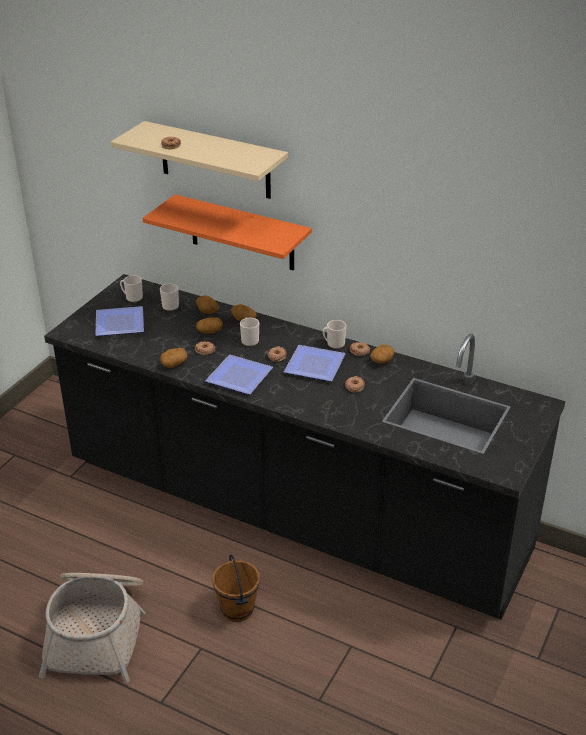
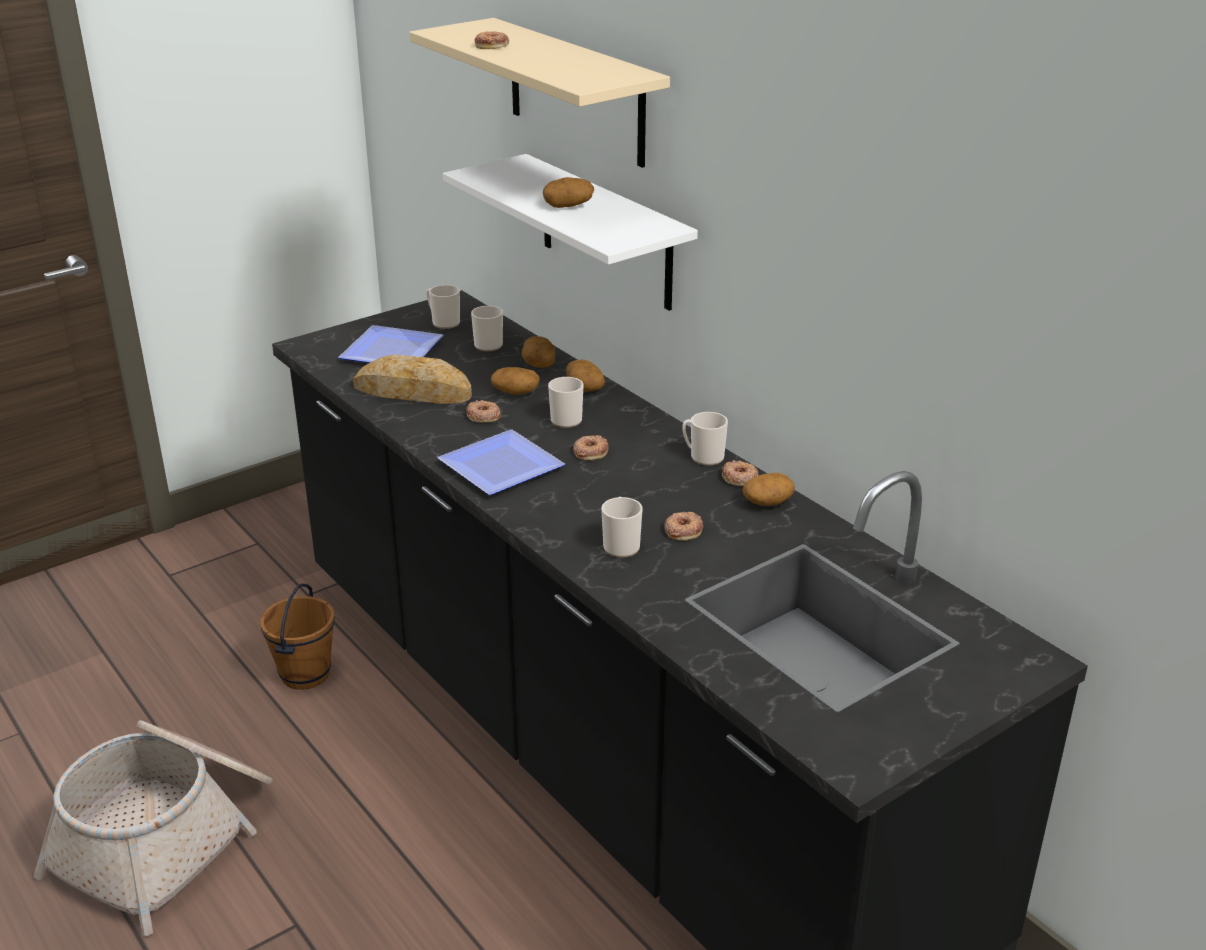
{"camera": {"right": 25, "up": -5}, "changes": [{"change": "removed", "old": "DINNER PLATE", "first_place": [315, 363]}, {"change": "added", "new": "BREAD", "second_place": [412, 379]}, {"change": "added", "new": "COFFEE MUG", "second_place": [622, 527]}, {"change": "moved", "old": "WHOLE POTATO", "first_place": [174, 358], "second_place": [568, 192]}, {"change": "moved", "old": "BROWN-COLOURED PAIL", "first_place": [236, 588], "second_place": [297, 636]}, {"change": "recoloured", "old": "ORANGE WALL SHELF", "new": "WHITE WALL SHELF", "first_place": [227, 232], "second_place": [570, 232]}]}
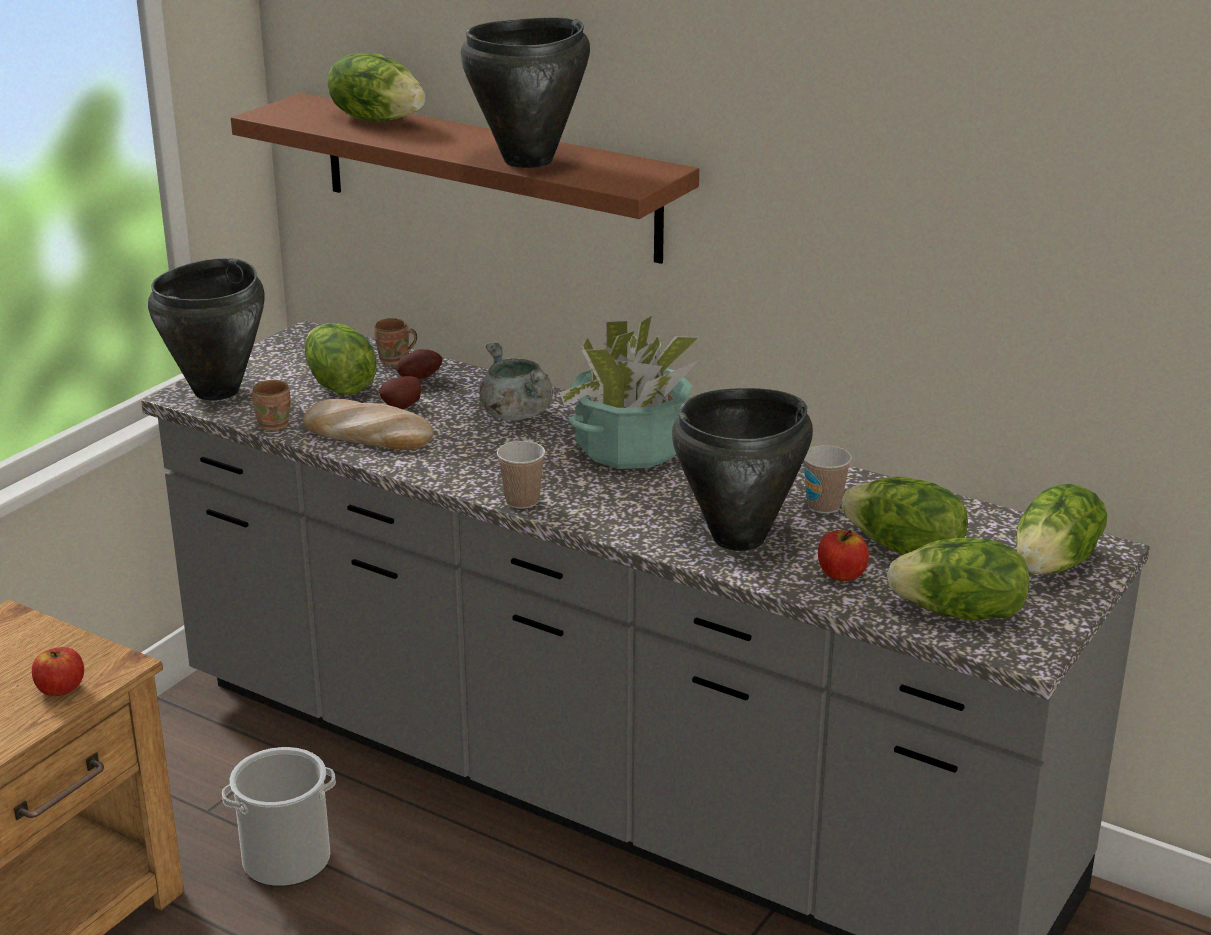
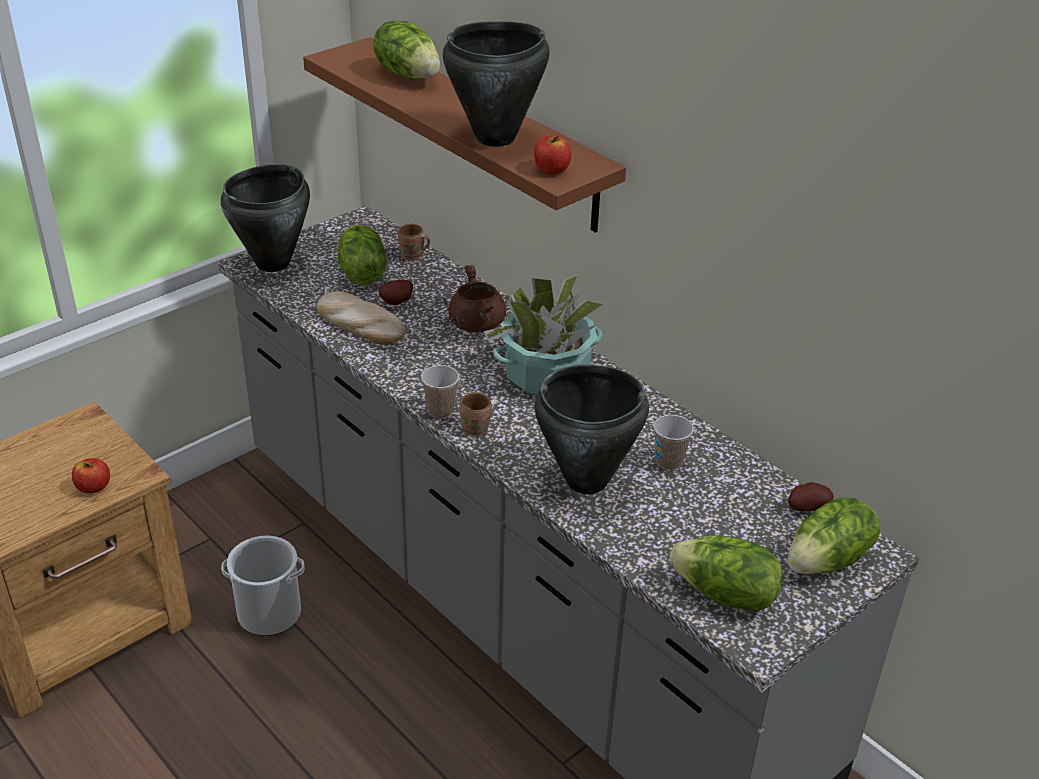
{"camera": {"right": 15, "up": 10}, "changes": [{"change": "removed", "old": "HEAD OF LETTUCE", "first_place": [905, 516]}, {"change": "moved", "old": "BROWN-COLOURED COFFEE MUG", "first_place": [271, 405], "second_place": [475, 414]}, {"change": "moved", "old": "WHOLE POTATO", "first_place": [419, 364], "second_place": [811, 496]}, {"change": "moved", "old": "APPLE", "first_place": [843, 555], "second_place": [552, 155]}, {"change": "recoloured", "old": "GRAY STOCKPOT", "new": "BROWN-COLOURED STOCKPOT", "first_place": [516, 381], "second_place": [477, 298]}]}
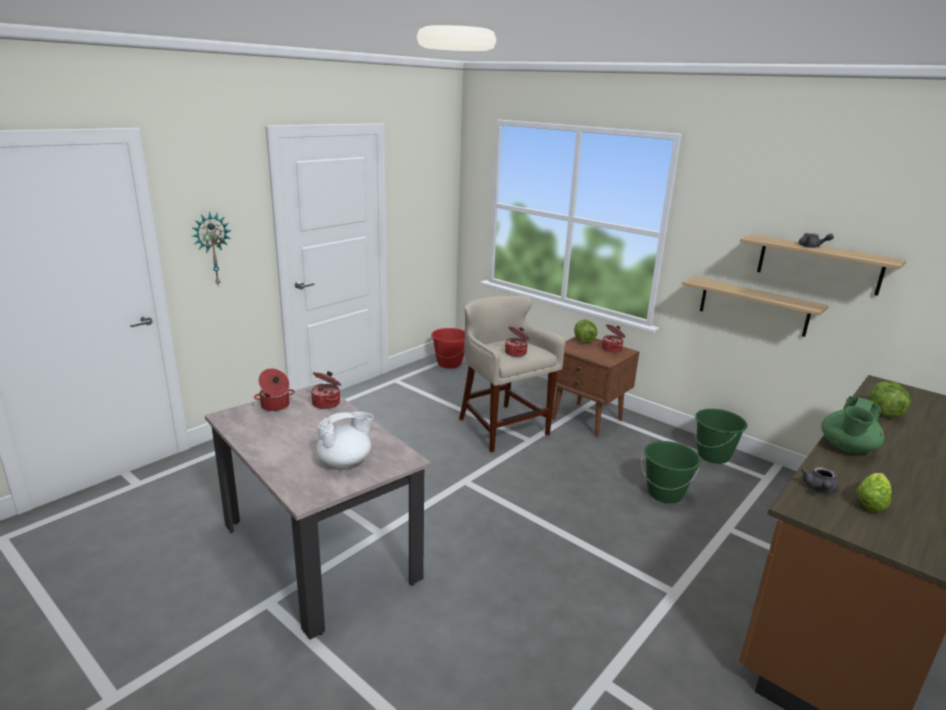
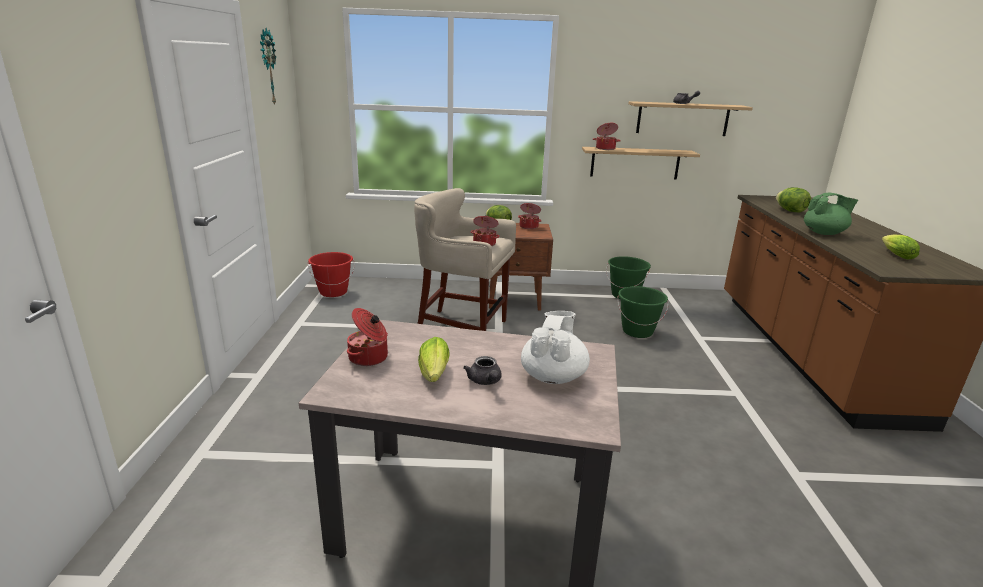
{"camera": {"right": -40, "up": 0}, "changes": [{"change": "added", "new": "HEAD OF LETTUCE", "second_place": [433, 359]}, {"change": "moved", "old": "CLOCK ON THE WALL", "first_place": [212, 249], "second_place": [268, 67]}, {"change": "moved", "old": "STOCKPOT", "first_place": [326, 390], "second_place": [607, 136]}, {"change": "moved", "old": "GRAY TEAPOT", "first_place": [820, 480], "second_place": [482, 370]}, {"change": "turned", "old": "GREEN-COLOURED TEAPOT", "first_place": [852, 424], "second_place": [831, 214], "degrees": -90}]}
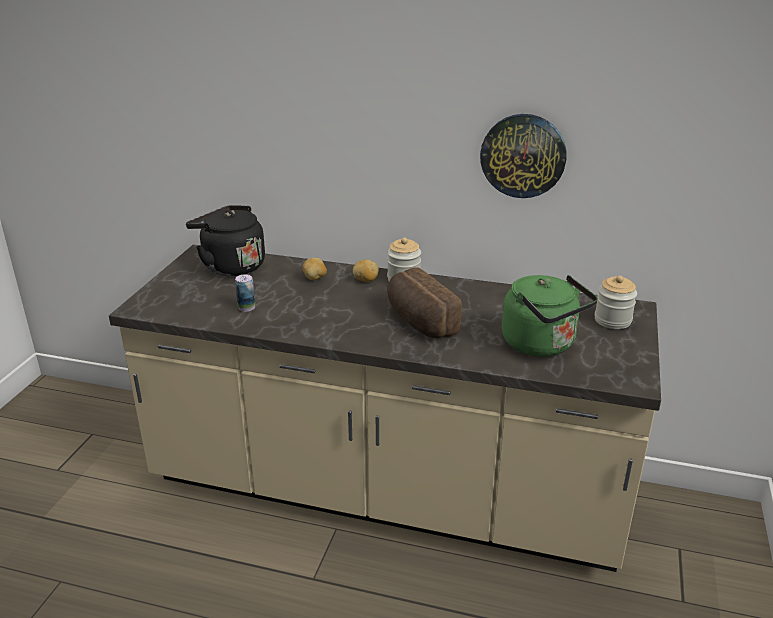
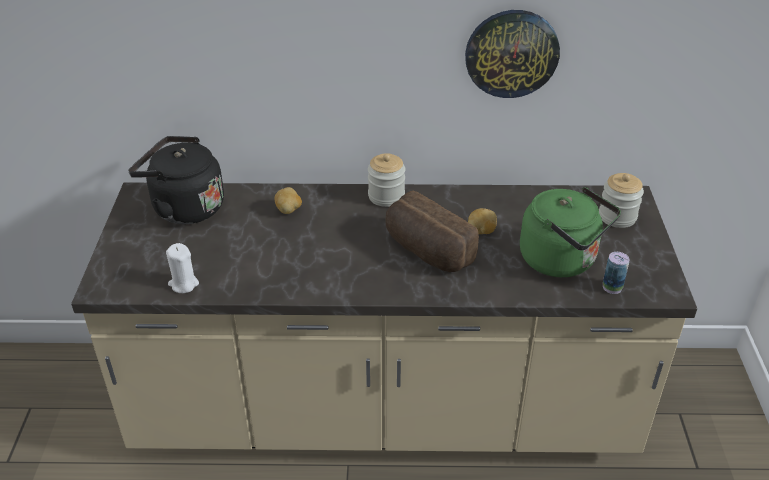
{"camera": {"right": -15, "up": 10}, "changes": [{"change": "added", "new": "WHITE WAX CANDLE", "second_place": [182, 268]}, {"change": "moved", "old": "CAN", "first_place": [245, 293], "second_place": [616, 273]}, {"change": "moved", "old": "WHOLE POTATO", "first_place": [366, 271], "second_place": [482, 221]}]}
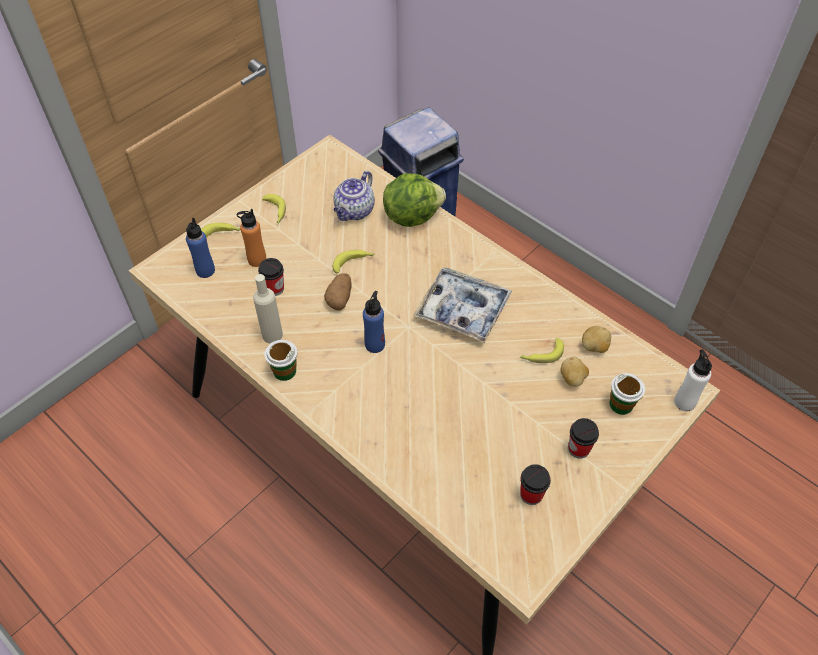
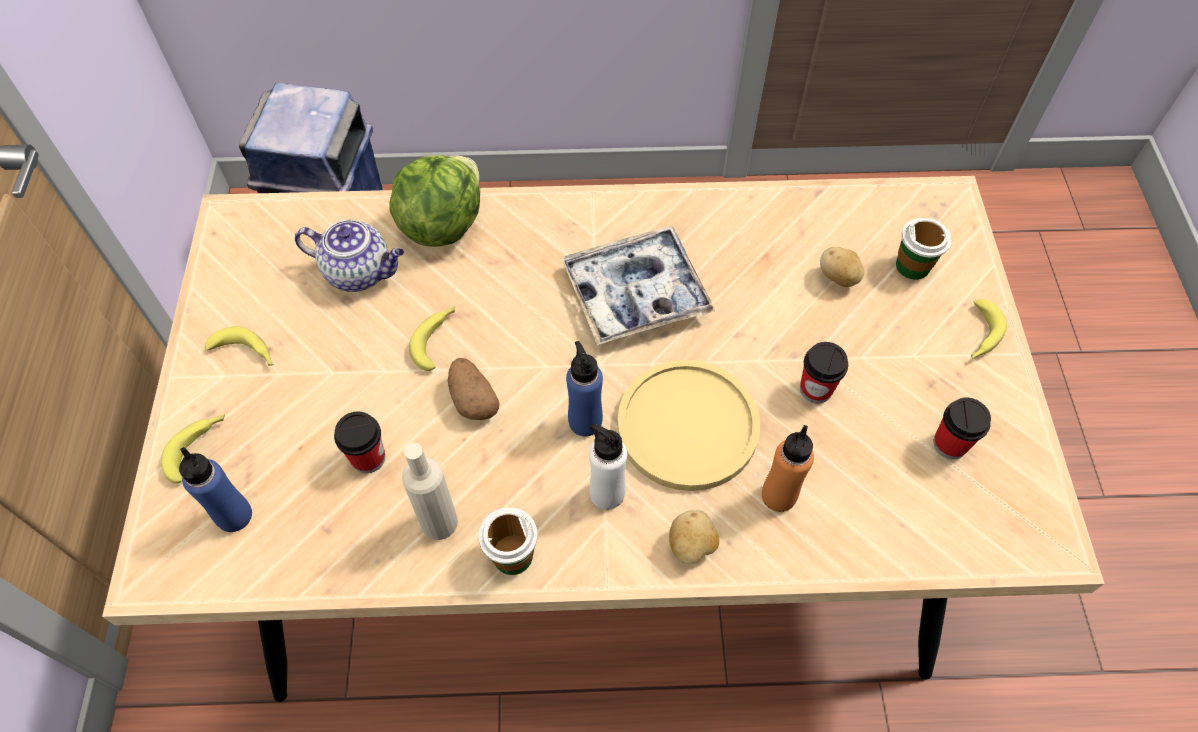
{"camera": {"right": -45, "up": 5}, "changes": [{"change": "added", "new": "YELLOWISH DINNER PLATE", "second_place": [688, 425]}, {"change": "moved", "old": "ORANGE DRINK BOTTLE", "first_place": [251, 238], "second_place": [788, 468]}, {"change": "moved", "old": "BANANA", "first_place": [542, 350], "second_place": [989, 329]}, {"change": "moved", "old": "DRINKING CUP", "first_place": [583, 438], "second_place": [824, 372]}, {"change": "moved", "old": "WHOLE POTATO", "first_place": [596, 339], "second_place": [694, 537]}, {"change": "moved", "old": "WHITE DRINK BOTTLE", "first_place": [693, 380], "second_place": [608, 467]}, {"change": "turned", "old": "TEAPOT", "first_place": [354, 196], "second_place": [349, 256], "degrees": -60}]}
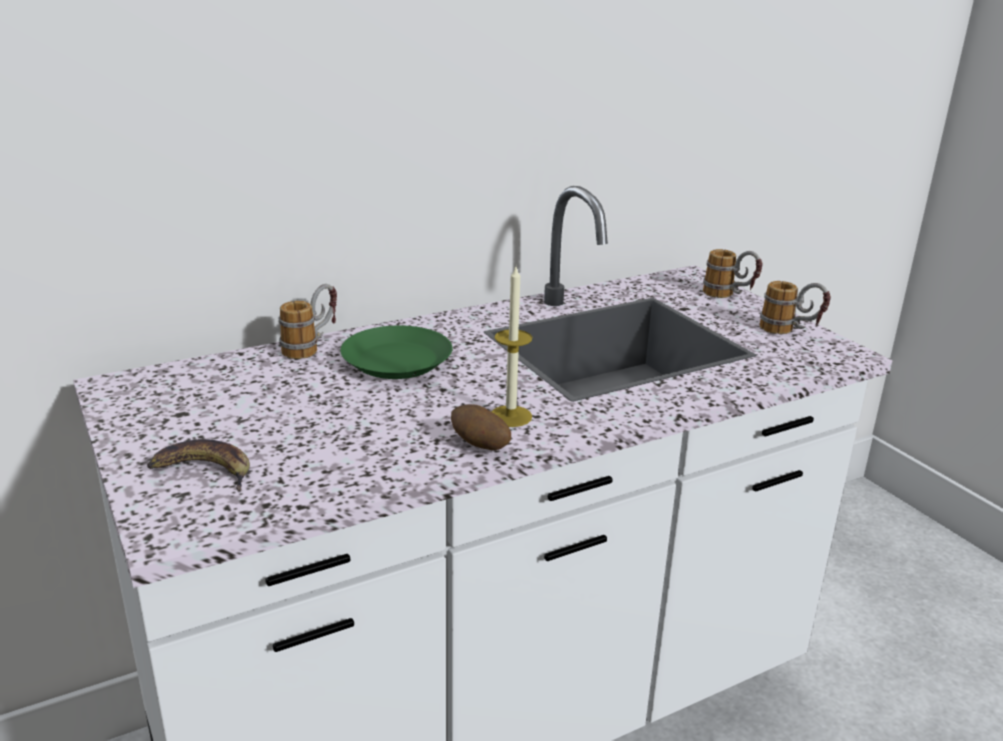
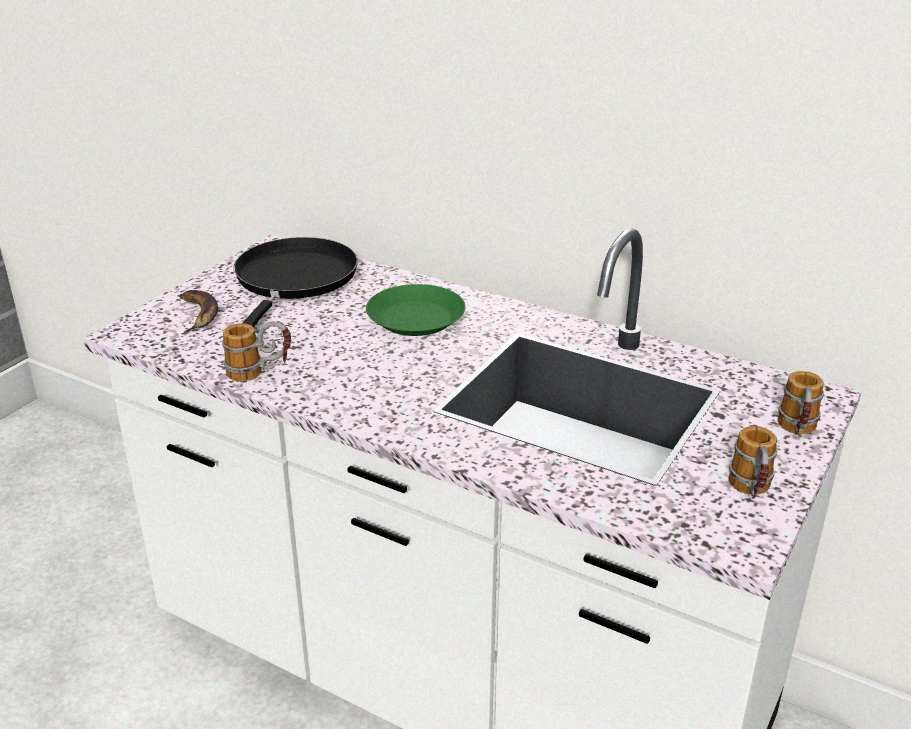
{"camera": {"right": 60, "up": 5}, "changes": [{"change": "removed", "old": "WHOLE POTATO", "first_place": [481, 427]}, {"change": "removed", "old": "WAX CANDLE", "first_place": [511, 347]}, {"change": "added", "new": "BLACK PAN", "second_place": [296, 282]}, {"change": "moved", "old": "COFFEE MUG", "first_place": [308, 321], "second_place": [256, 352]}]}
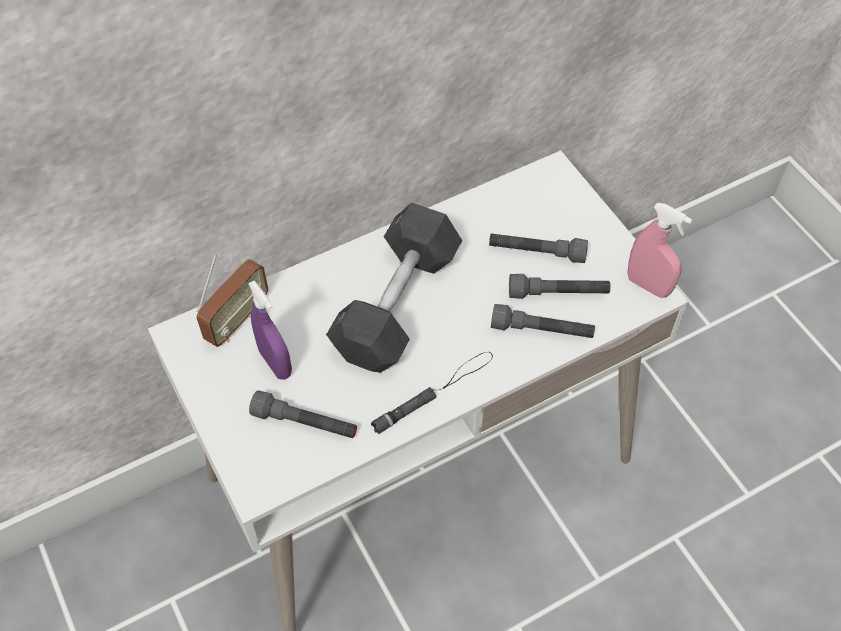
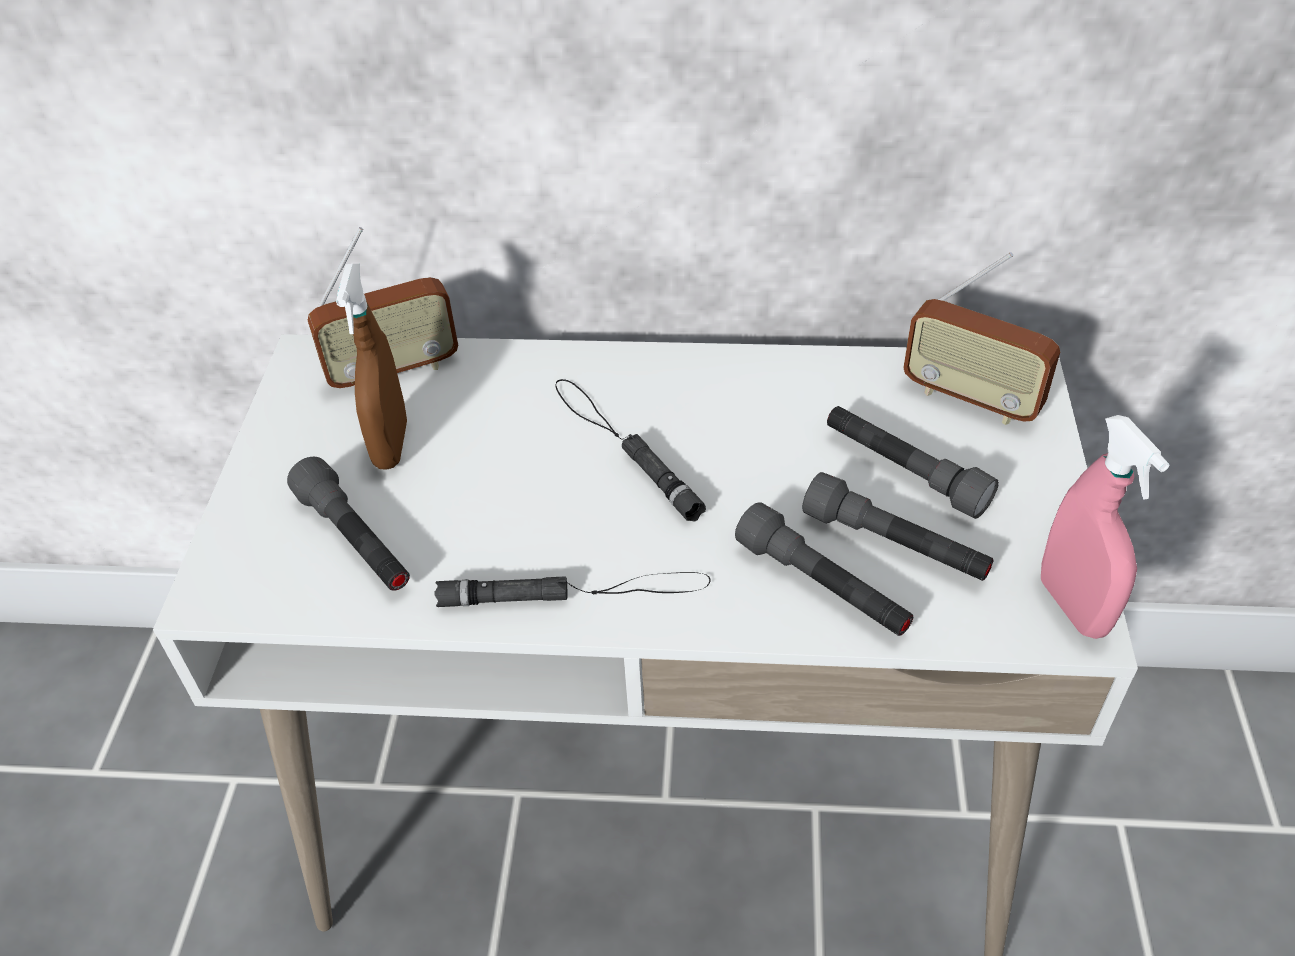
{"camera": {"right": 35, "up": -10}, "changes": [{"change": "added", "new": "RADIO SET", "second_place": [981, 338]}, {"change": "replaced", "old": "GRAY DUMBBELL", "new": "BLACK TORCH", "first_place": [394, 287], "second_place": [631, 450]}, {"change": "recoloured", "old": "PURPLE-COLOURED SPRAY BOTTLE", "new": "BROWN-COLOURED SPRAY BOTTLE", "first_place": [270, 330], "second_place": [371, 367]}]}
